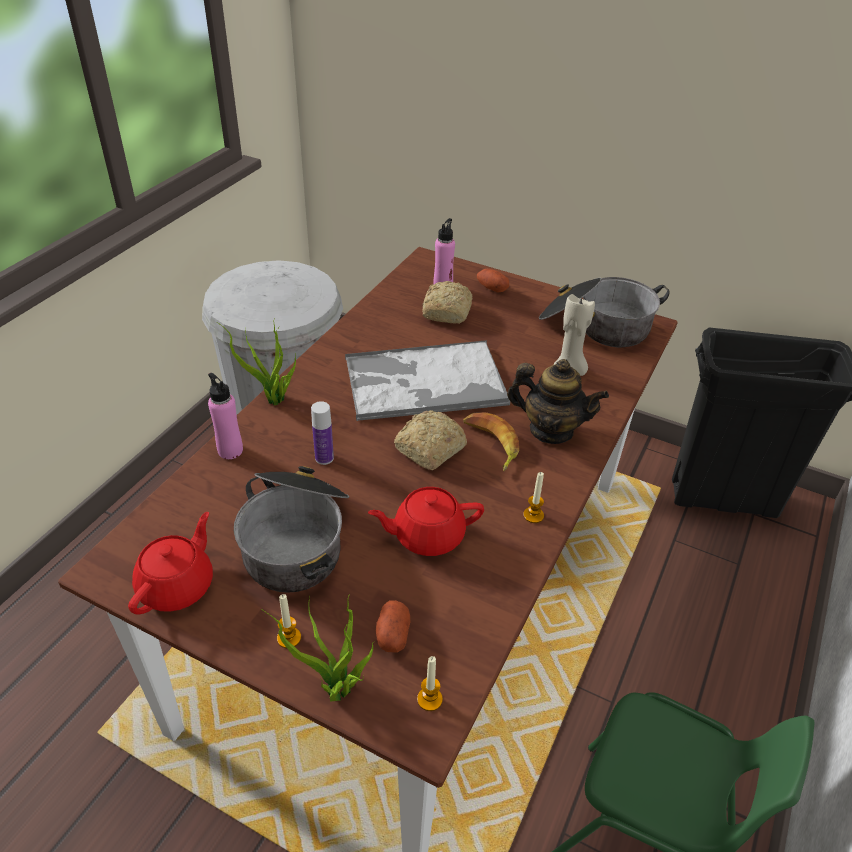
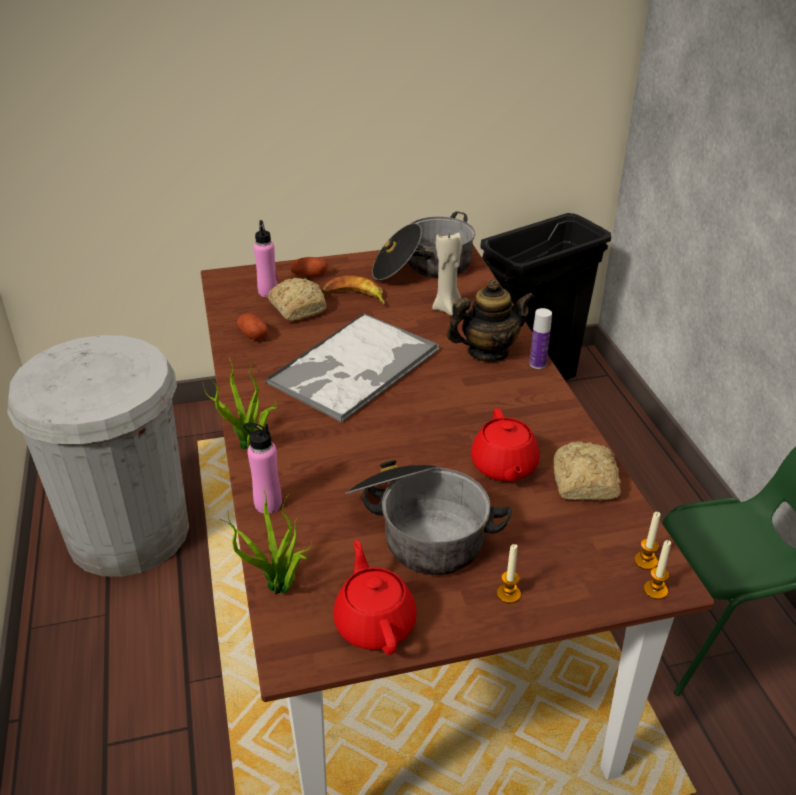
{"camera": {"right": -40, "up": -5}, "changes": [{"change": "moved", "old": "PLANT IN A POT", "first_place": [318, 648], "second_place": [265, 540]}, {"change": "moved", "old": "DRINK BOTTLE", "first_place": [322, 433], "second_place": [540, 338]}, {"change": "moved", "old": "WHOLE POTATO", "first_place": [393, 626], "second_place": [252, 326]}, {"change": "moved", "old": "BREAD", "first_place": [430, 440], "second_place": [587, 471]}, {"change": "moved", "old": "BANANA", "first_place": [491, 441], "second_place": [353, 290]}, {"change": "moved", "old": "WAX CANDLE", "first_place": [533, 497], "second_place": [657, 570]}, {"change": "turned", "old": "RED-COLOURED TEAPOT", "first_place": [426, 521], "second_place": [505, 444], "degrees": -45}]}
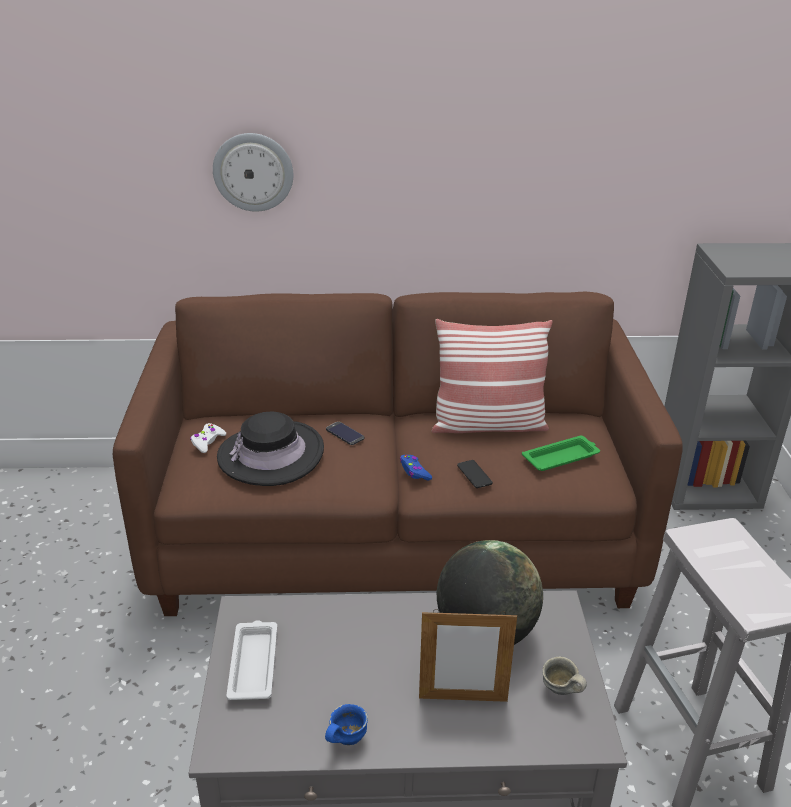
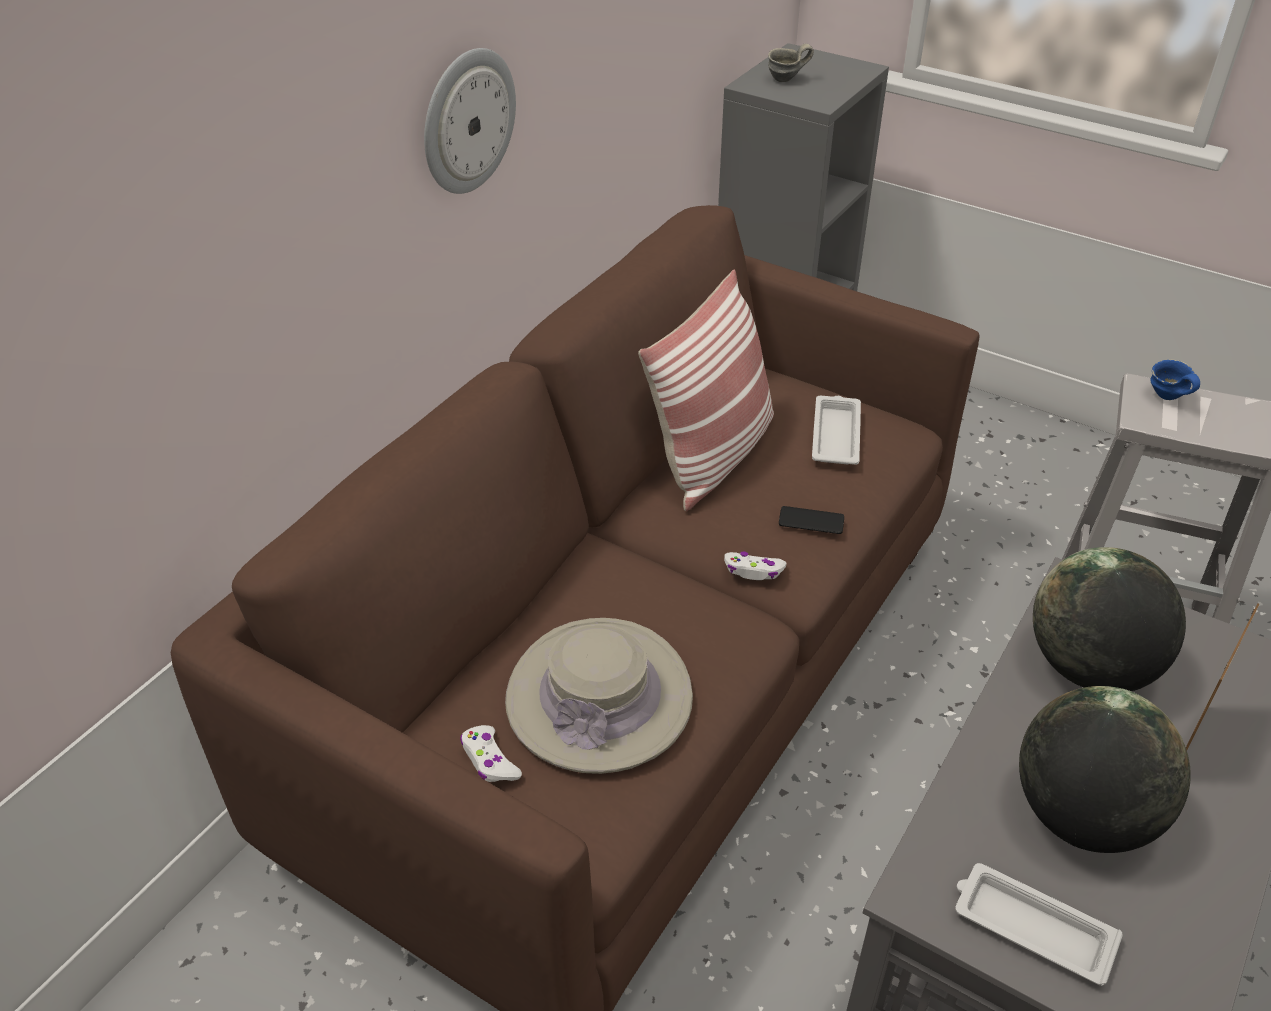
{"camera": {"right": -55, "up": 10}, "changes": [{"change": "removed", "old": "PHONE", "first_place": [345, 433]}, {"change": "added", "new": "WORLD GLOBE", "second_place": [1105, 769]}, {"change": "moved", "old": "CLOCK ON THE WALL", "first_place": [253, 172], "second_place": [470, 121]}, {"change": "moved", "old": "BLUE-COLOURED COFFEE MUG", "first_place": [346, 724], "second_place": [1175, 380]}, {"change": "moved", "old": "GRAY COFFEE MUG", "first_place": [564, 676], "second_place": [791, 63]}, {"change": "recoloured", "old": "BLACK HAT", "new": "BEIGE HAT", "first_place": [270, 449], "second_place": [599, 696]}, {"change": "recoloured", "old": "BLUE-COLOURED GAMEPAD", "new": "WHITE GAMEPAD", "first_place": [416, 467], "second_place": [755, 565]}, {"change": "recoloured", "old": "GREEN-COLOURED TRAY", "new": "WHITE TRAY", "first_place": [561, 453], "second_place": [836, 430]}]}
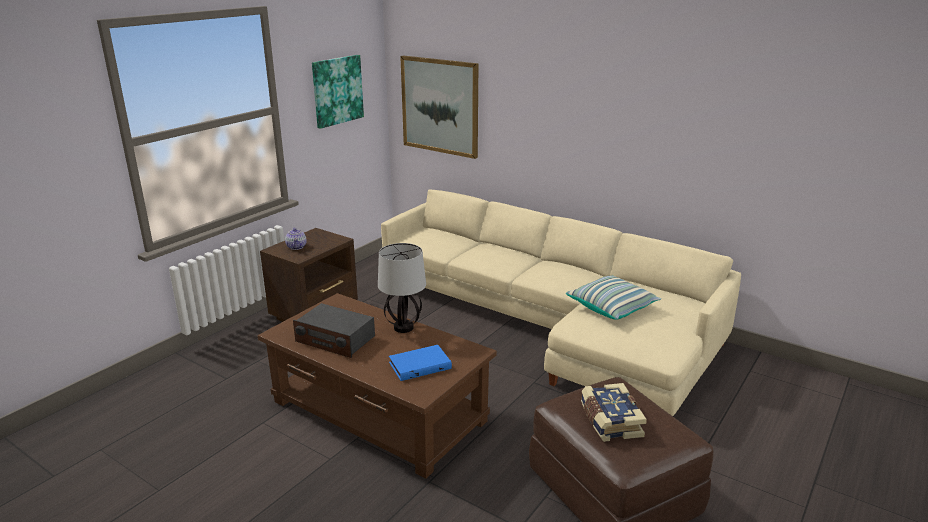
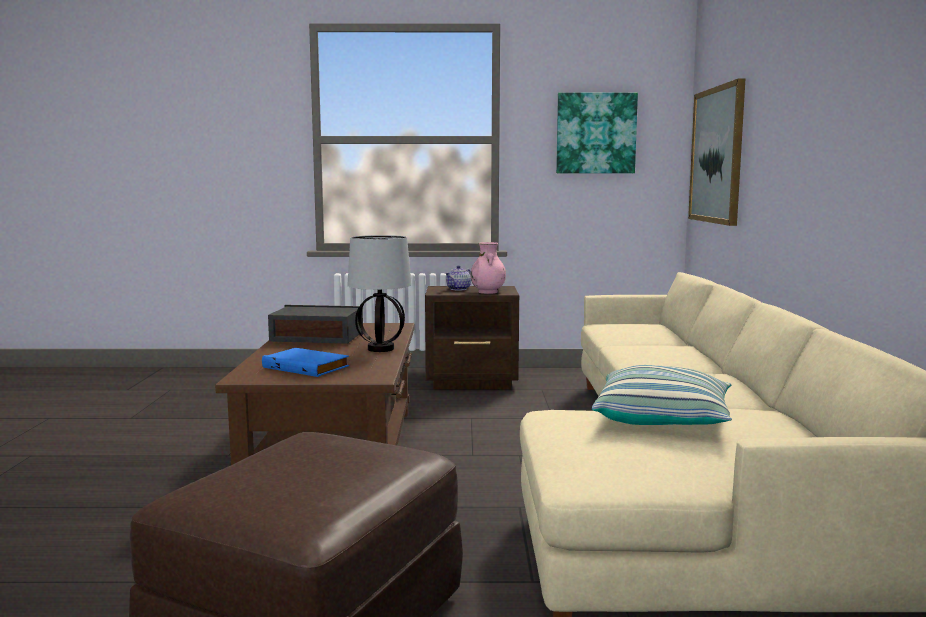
{"camera": {"right": 55, "up": -15}, "changes": [{"change": "removed", "old": "VOLUME", "first_place": [614, 412]}, {"change": "added", "new": "PINK-COLOURED FLOWER VASE", "second_place": [488, 268]}, {"change": "turned", "old": "RADIO SET", "first_place": [334, 330], "second_place": [315, 324], "degrees": 105}]}
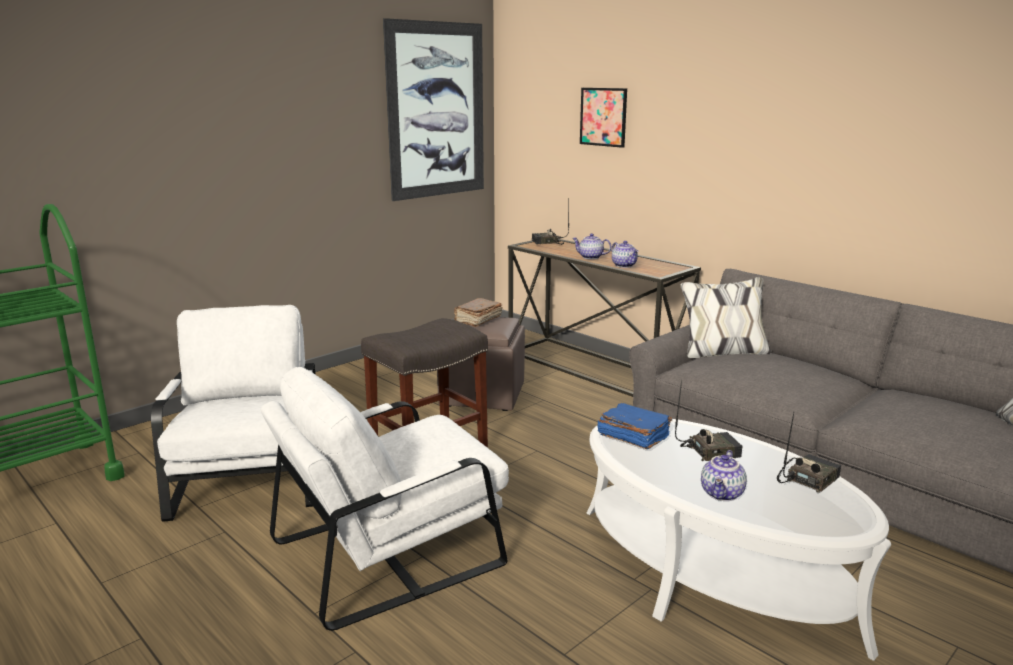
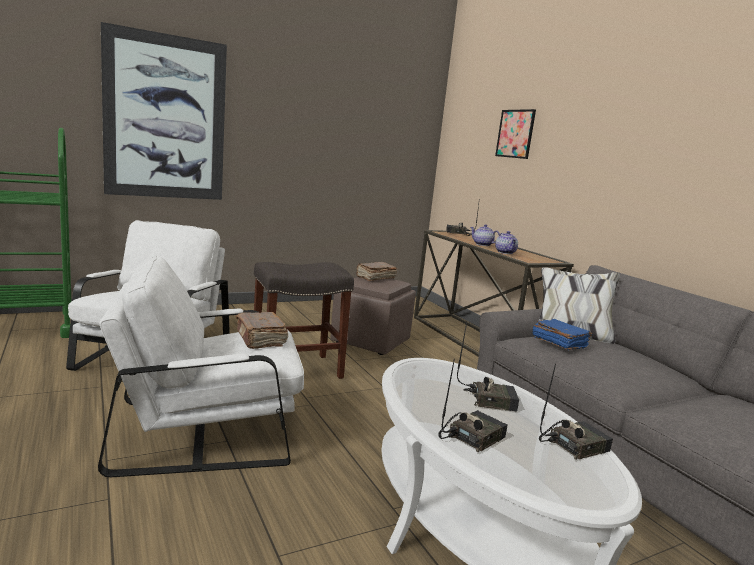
{"camera": {"right": 15, "up": -5}, "changes": [{"change": "added", "new": "BROWN-COLOURED VOLUME", "second_place": [262, 330]}, {"change": "moved", "old": "WALL ART", "first_place": [433, 109], "second_place": [164, 111]}, {"change": "moved", "old": "BLUE-COLOURED VOLUME", "first_place": [635, 426], "second_place": [562, 334]}, {"change": "replaced", "old": "TEAPOT", "new": "RADIO SET", "first_place": [724, 475], "second_place": [473, 406]}]}
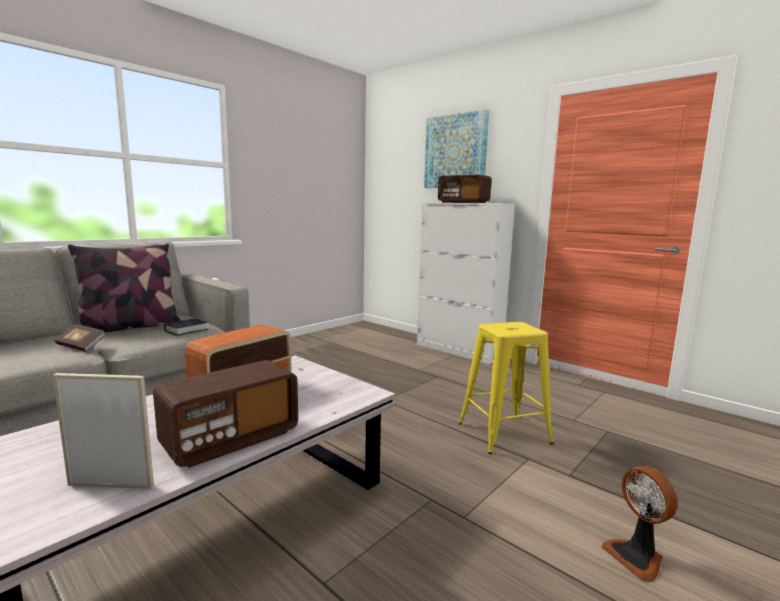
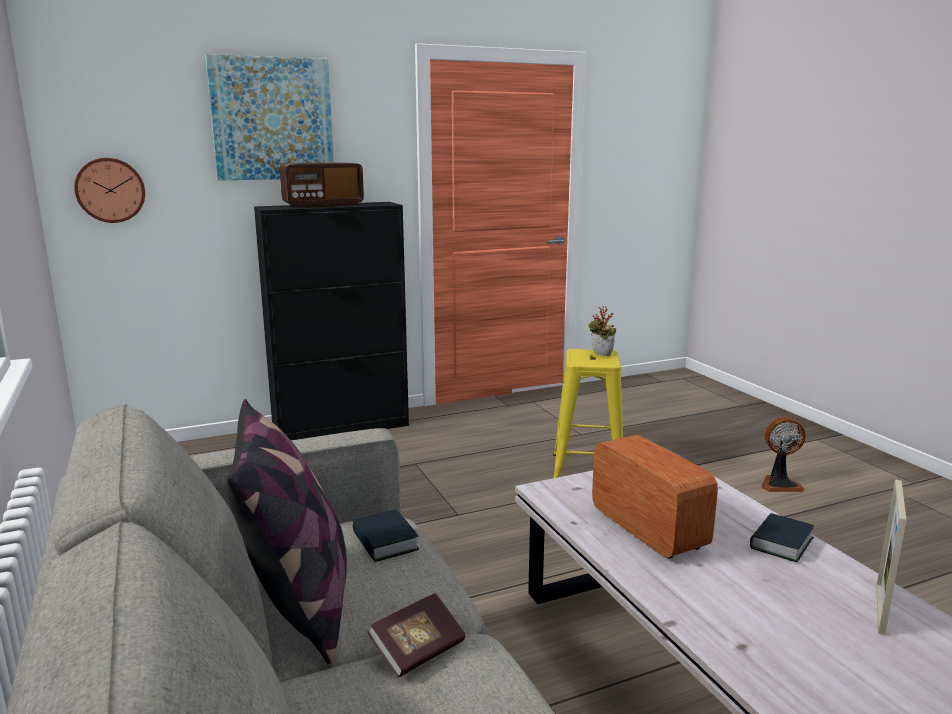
{"camera": {"right": -65, "up": 5}, "changes": [{"change": "added", "new": "CLOCK ON THE WALL", "second_place": [109, 190]}, {"change": "added", "new": "PLANT IN A POT", "second_place": [602, 331]}, {"change": "replaced", "old": "RADIO SET", "new": "VOLUME", "first_place": [225, 414], "second_place": [782, 537]}, {"change": "recoloured", "old": "WHITE CABINET", "new": "BLACK CABINET", "first_place": [466, 283], "second_place": [331, 321]}]}
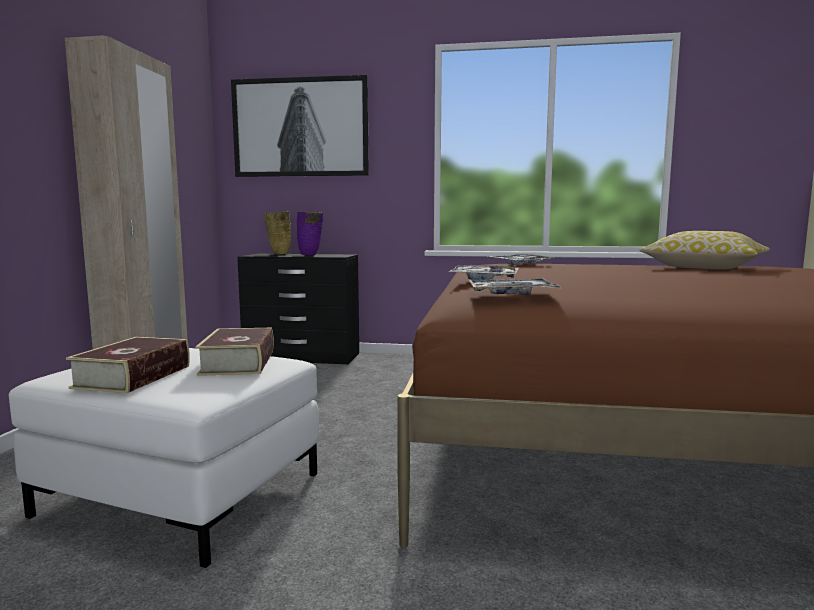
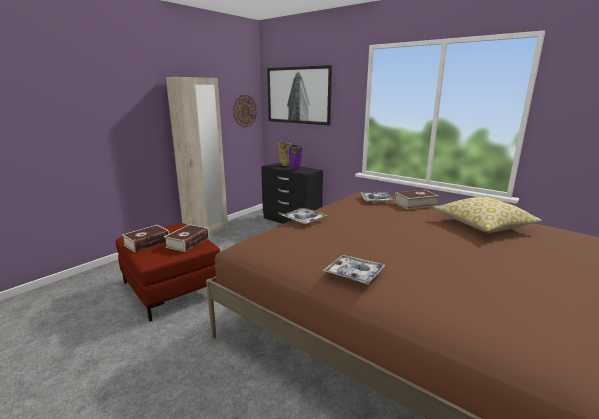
{"camera": {"right": 30, "up": 10}, "changes": [{"change": "added", "new": "CLOCK ON THE WALL", "second_place": [245, 111]}, {"change": "added", "new": "VOLUME", "second_place": [417, 200]}, {"change": "moved", "old": "TRAY", "first_place": [514, 287], "second_place": [354, 270]}, {"change": "recoloured", "old": "WHITE POUFFE", "new": "RED-COLOURED POUFFE", "first_place": [164, 458], "second_place": [168, 272]}]}
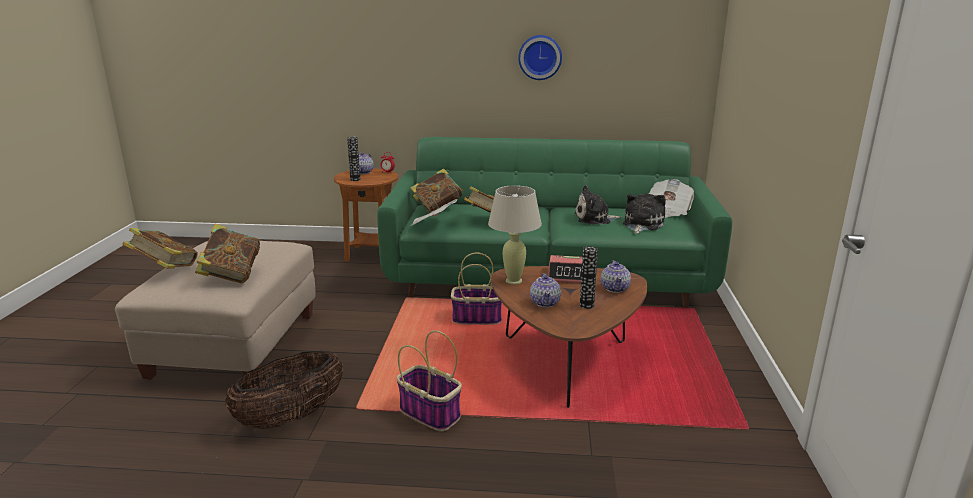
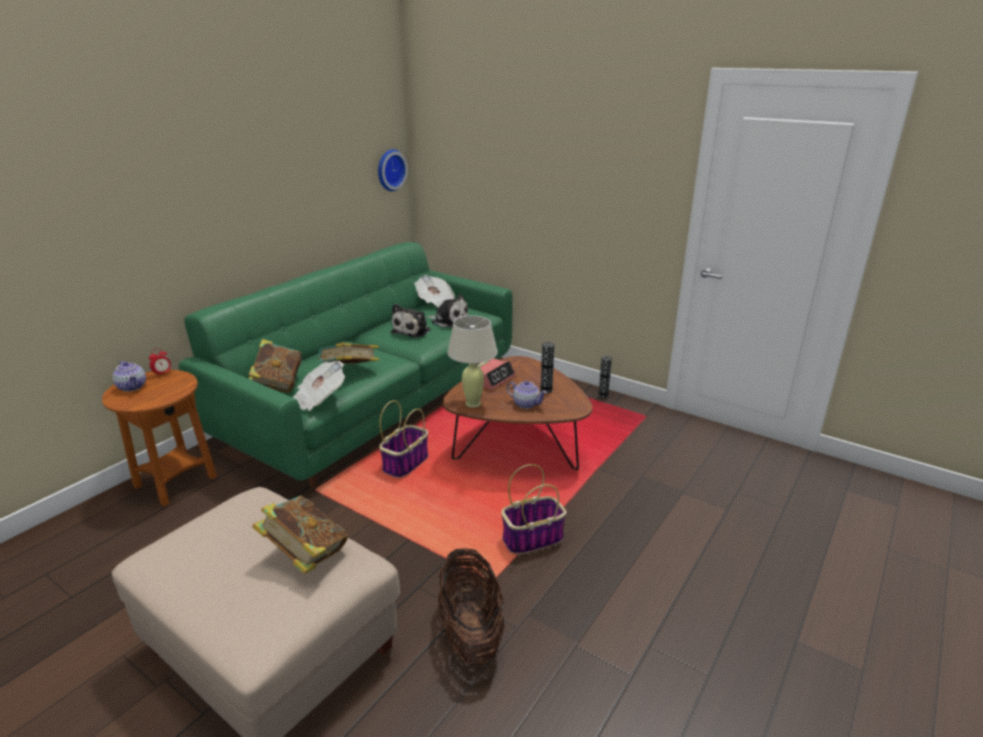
{"camera": {"right": -60, "up": 5}, "changes": [{"change": "removed", "old": "VOLUME", "first_place": [160, 248]}, {"change": "removed", "old": "TEAPOT", "first_place": [616, 276]}, {"change": "moved", "old": "FLOWER VASE", "first_place": [353, 159], "second_place": [605, 377]}, {"change": "moved", "old": "CLOCK ON THE WALL", "first_place": [540, 57], "second_place": [393, 170]}, {"change": "turned", "old": "PLUSH TOY", "first_place": [644, 213], "second_place": [447, 311], "degrees": 150}]}
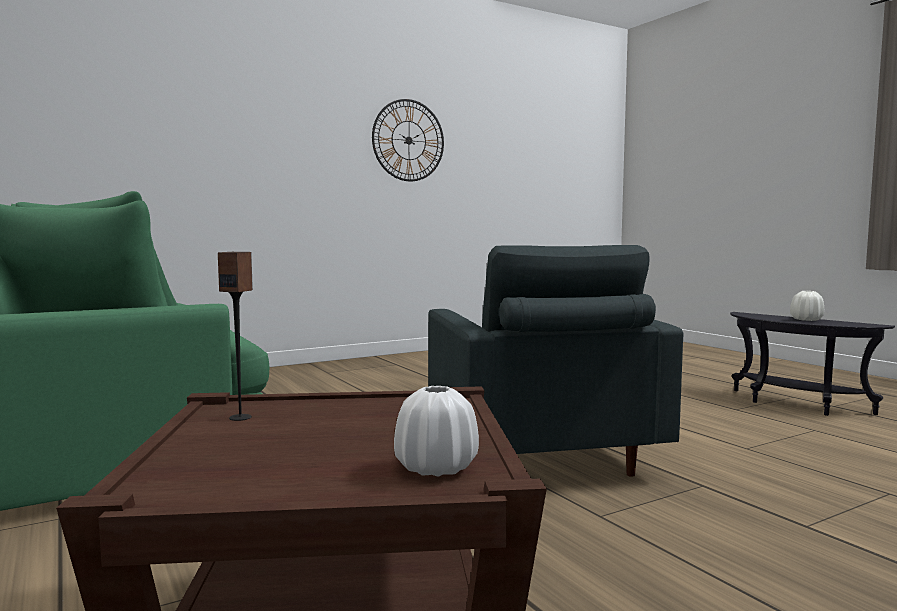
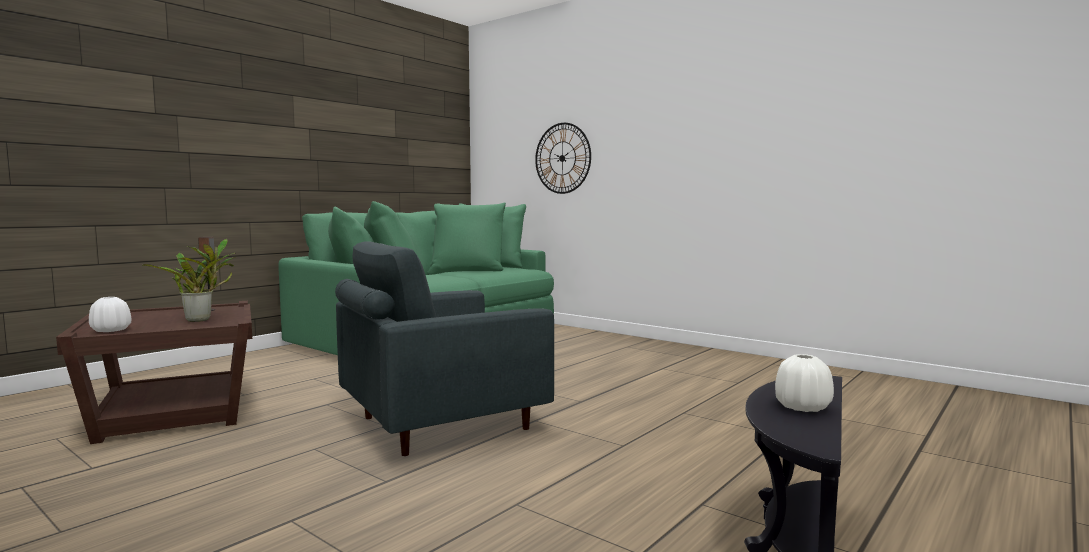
{"camera": {"right": 70, "up": 0}, "changes": [{"change": "added", "new": "PLANT IN A POT", "second_place": [189, 280]}, {"change": "moved", "old": "CLOCK ON THE WALL", "first_place": [408, 140], "second_place": [563, 158]}]}
